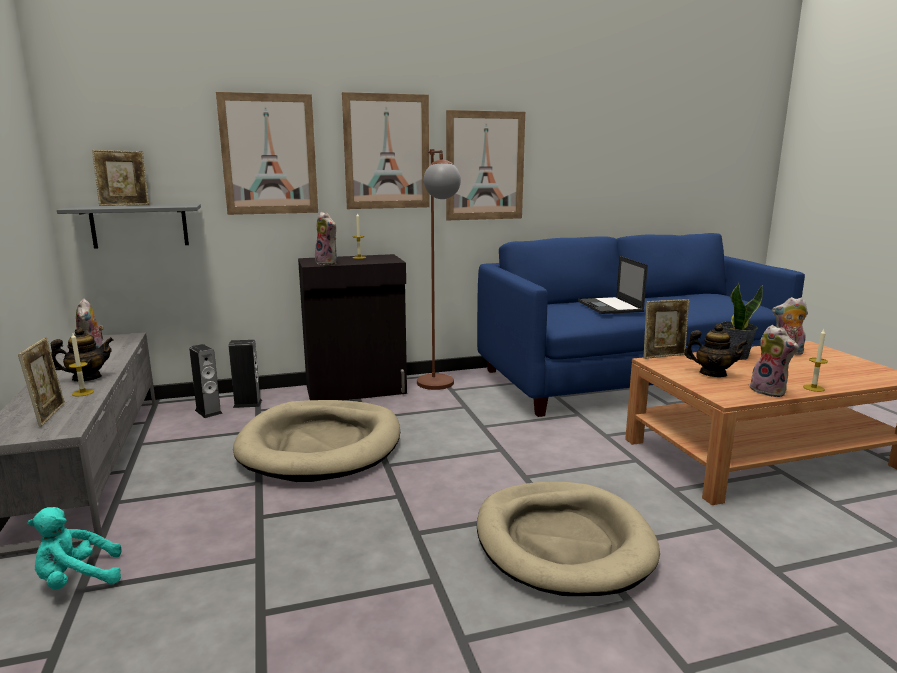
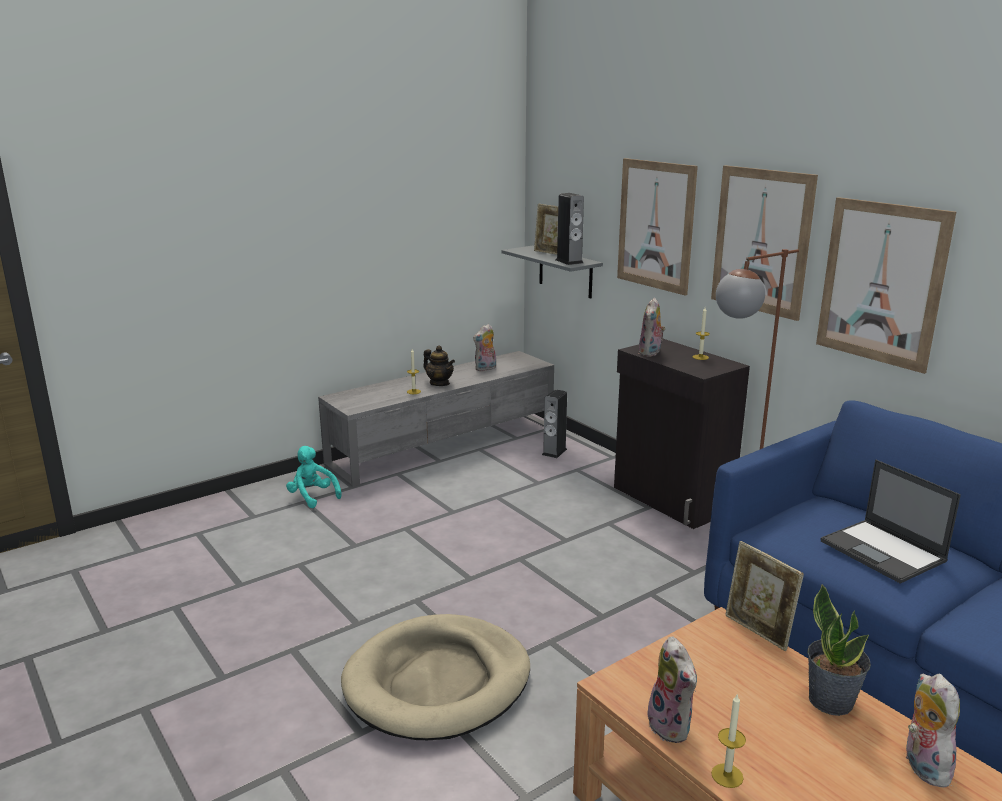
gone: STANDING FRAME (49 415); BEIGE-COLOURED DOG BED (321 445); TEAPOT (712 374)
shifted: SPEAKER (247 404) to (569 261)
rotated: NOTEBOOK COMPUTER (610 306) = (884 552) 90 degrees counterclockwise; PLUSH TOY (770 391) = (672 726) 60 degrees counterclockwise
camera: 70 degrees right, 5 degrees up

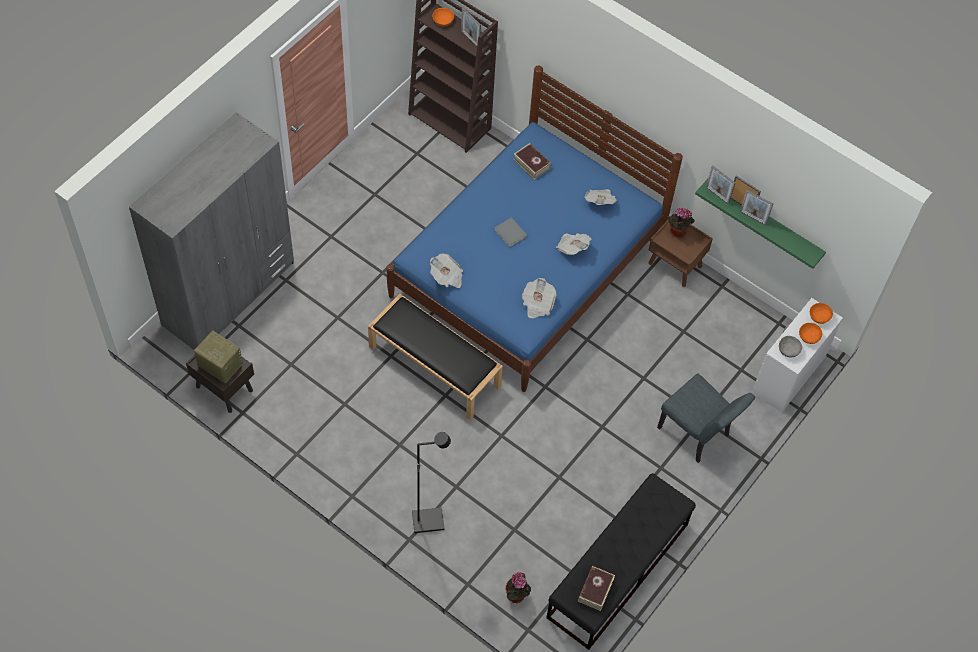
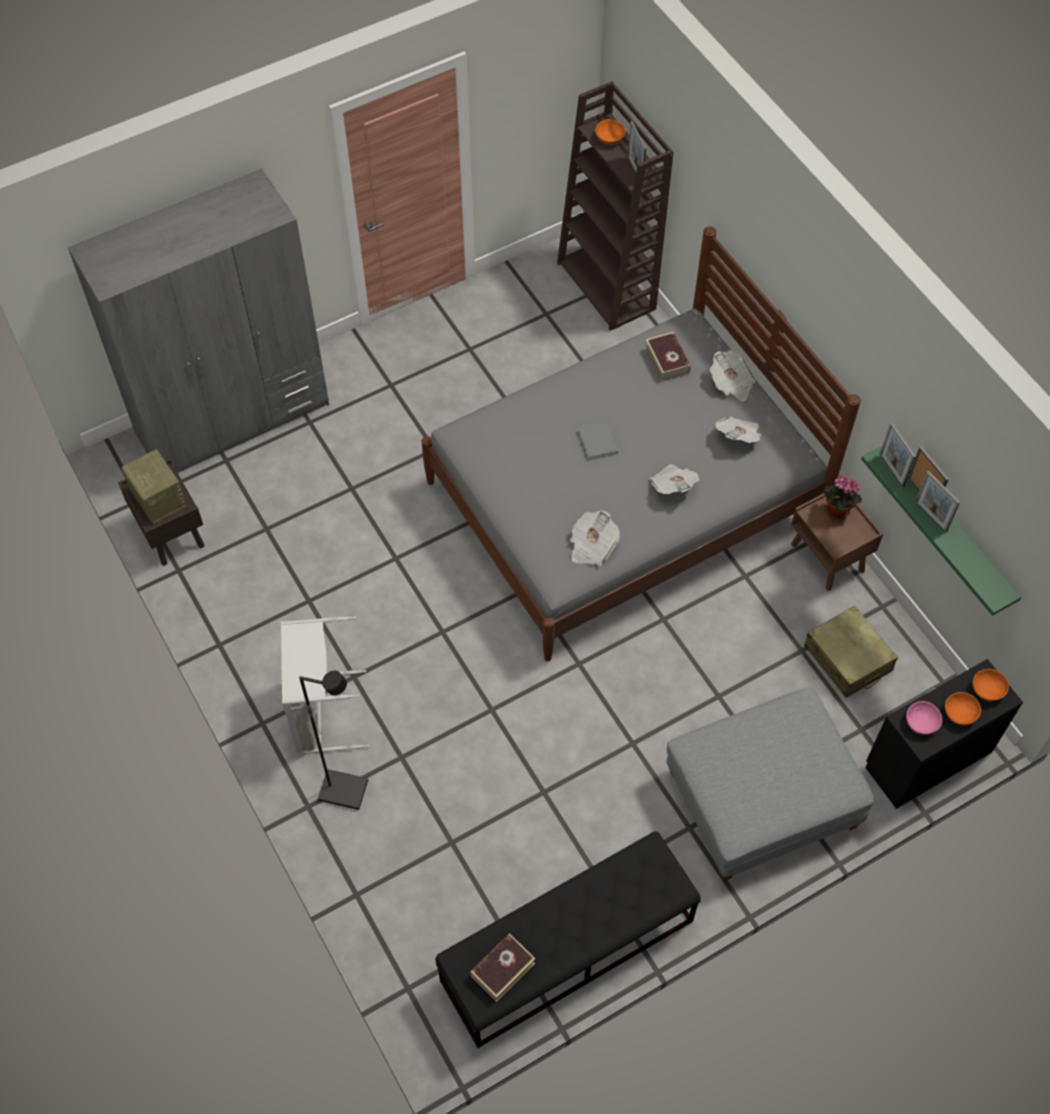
gone: BLACK BENCH (435 366); PLANT IN A POT (517 596)
new: GREY HAMPER (320 713); BEIGE-COLOURED TRAVEL CASE (848 658)
shifted: DAILY PAPER (447 277) to (731 383)
swapped: GREY PLAIN CHAIR (697 435) to GREY POUFFE (760 799)
repainted: BLUISH BEDROOM BED (526 268) to GREY BEDROOM BED (623 500); WHITE-COLOURED CHEST OF DRAWERS (787 374) to BLACK CHEST OF DRAWERS (927 758); GREY DEEP DISH (788 350) to PINK-COLOURED DEEP DISH (920 722)
camera: 25 degrees right, 0 degrees up

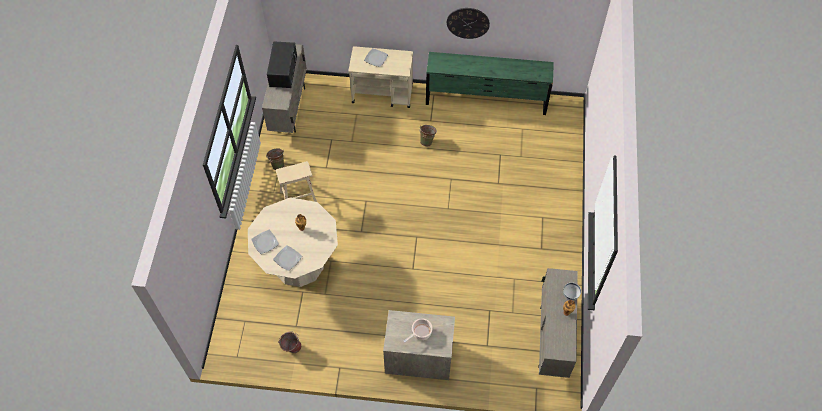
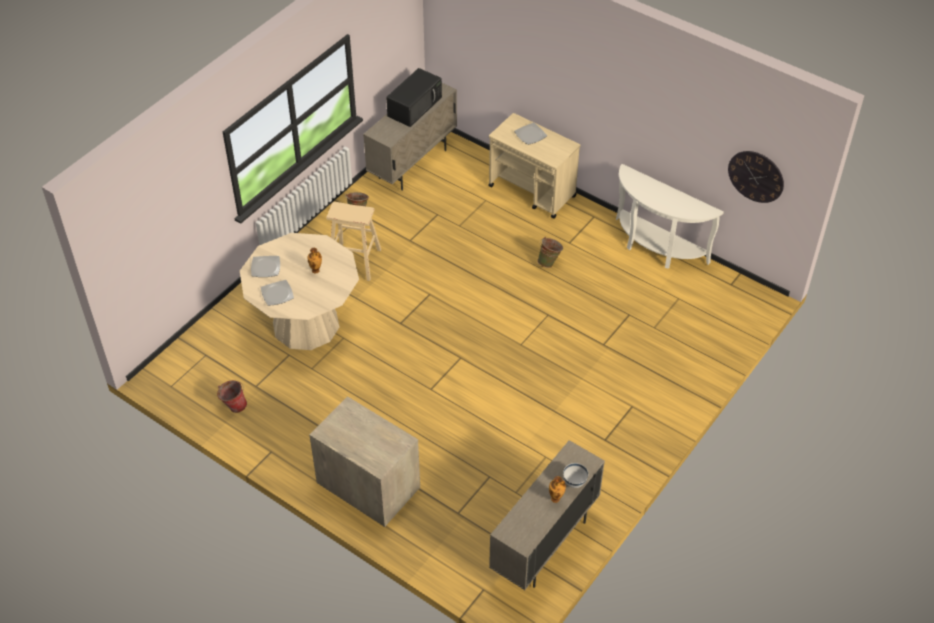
gone: COOKING POT (420 333)
shifted: HANGING CLOCK (468 23) to (756 176)
swapped: GREEN CHEST OF DRAWERS (486 100) to WHITE-COLOURED CONSOLE TABLE (655 248)
camera: 30 degrees right, 10 degrees down

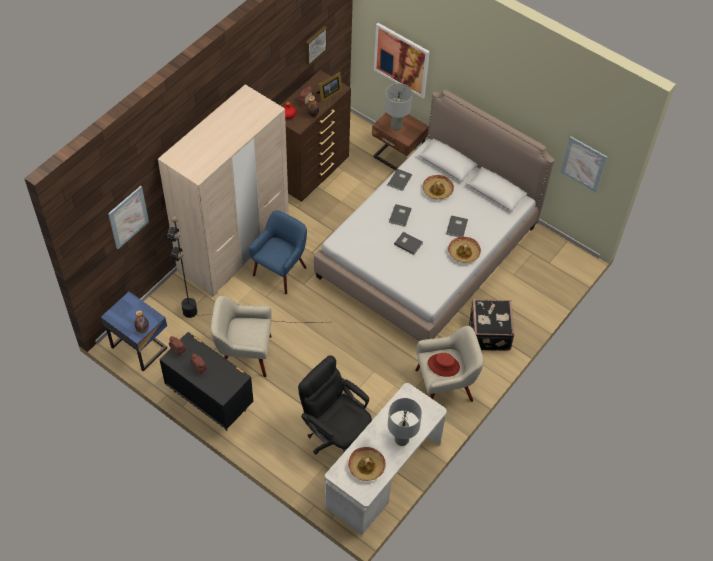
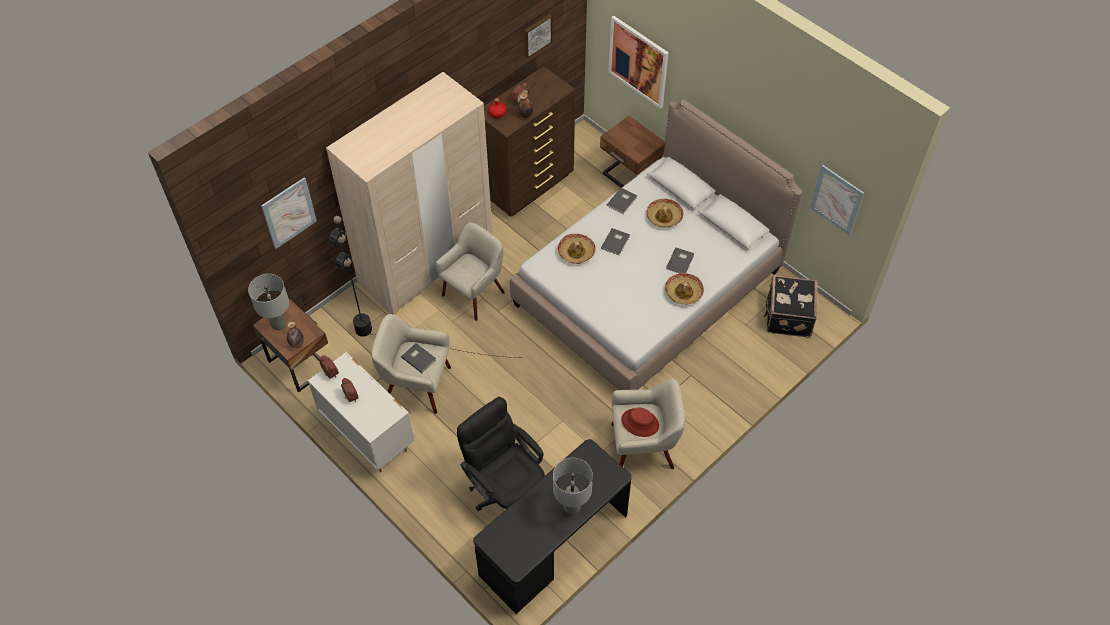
gone: STANDING FRAME (328 94)
shifted: CLOTHING HAT (366 466) to (576 252); GREY TABLE LAMP (396 126) to (278 324); GREY BOUND BOOK (408 243) to (419 358); BLACK TRAVEL CASE (488 333) to (787 316)
repainted: BLUISH BEDSIDE TABLE (140 346) to BROWN BEDSIDE TABLE (300 364); BLACK CHEST OF DRAWERS (210 400) to WHITE-COLOURED CHEST OF DRAWERS (367 434); BLUISH ARMCHAIR (280 271) to BEIGE-COLOURED ARMCHAIR (474 293); WHITE-COLOURED DESK UNIT (384 474) to BLACK DESK UNIT (554 544)
camera: 10 degrees right, 0 degrees up

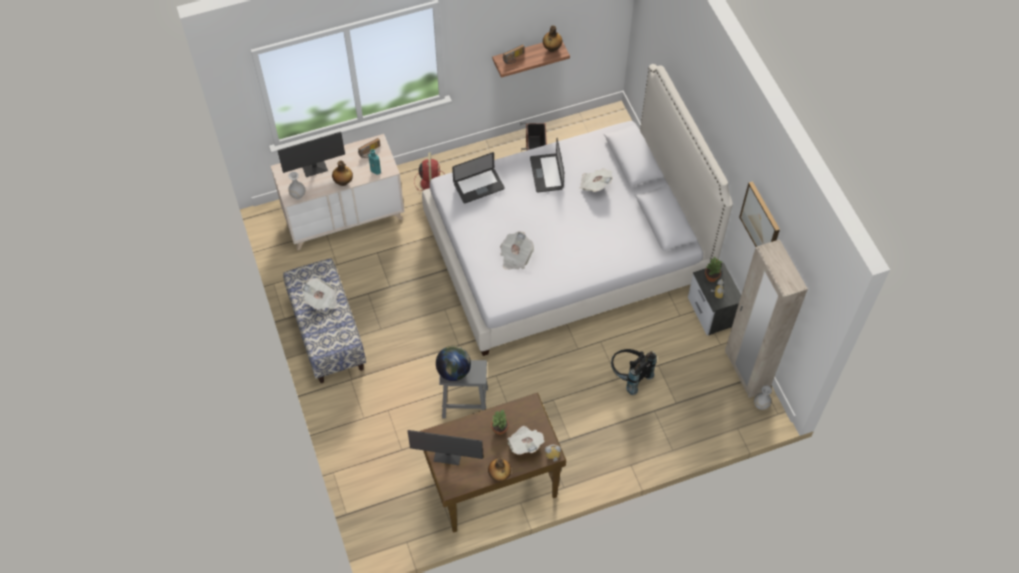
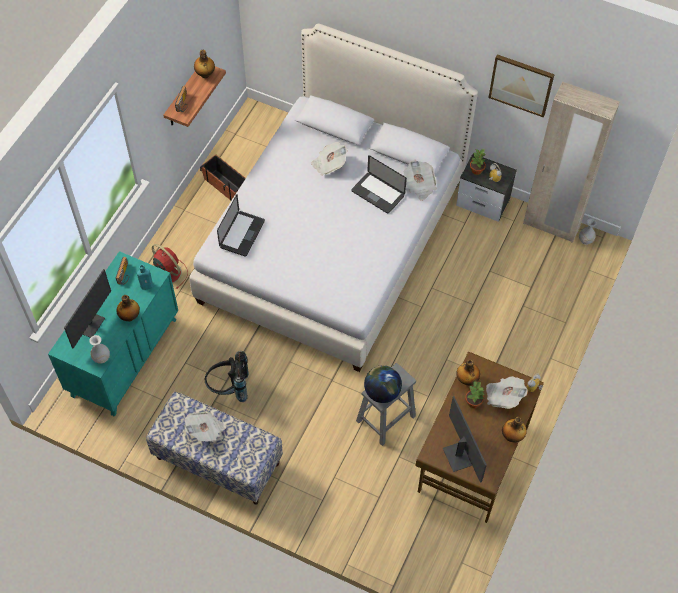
new: BOTTLE (467 379)
shifted: DAILY PAPER (515 257) to (419 186); NOTEBOOK COMPUTER (546 173) to (378 193); BLACK BACKPACK (629 377) to (229 388)
repainted: BEIGE-COLOURED CHEST OF DRAWERS (344 216) to BLUE-GREEN CHEST OF DRAWERS (124 356)
rotated: COMPUTER SCREEN (448 454) = (458 456) 75 degrees counterclockwise
camera: 45 degrees left, 0 degrees up

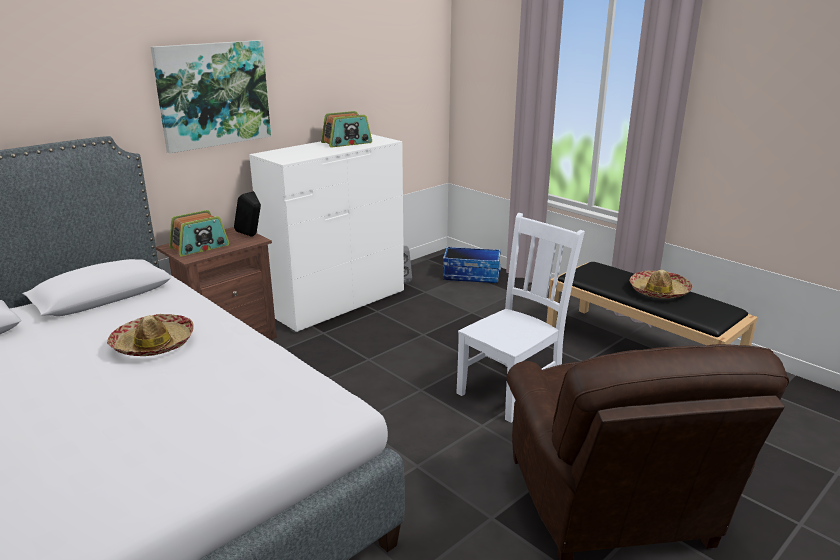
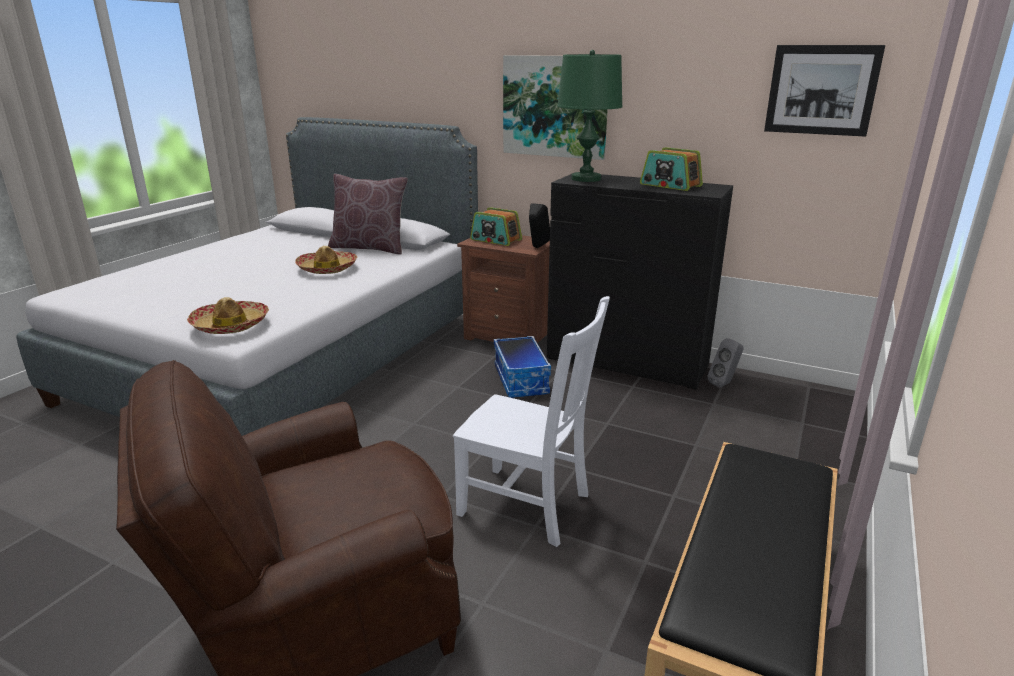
new: BROWN THROW PILLOW (369 248); GREEN TABLE LAMP (586 179); WALL ART (821 90)
shifted: STORAGE CONTAINER (472 275) to (522 380); CLOTHING HAT (659 291) to (230 325)
repainted: WHITE-COLOURED CHEST OF DRAWERS (337 303) to BLACK CHEST OF DRAWERS (626 362)
camera: 70 degrees right, 0 degrees up

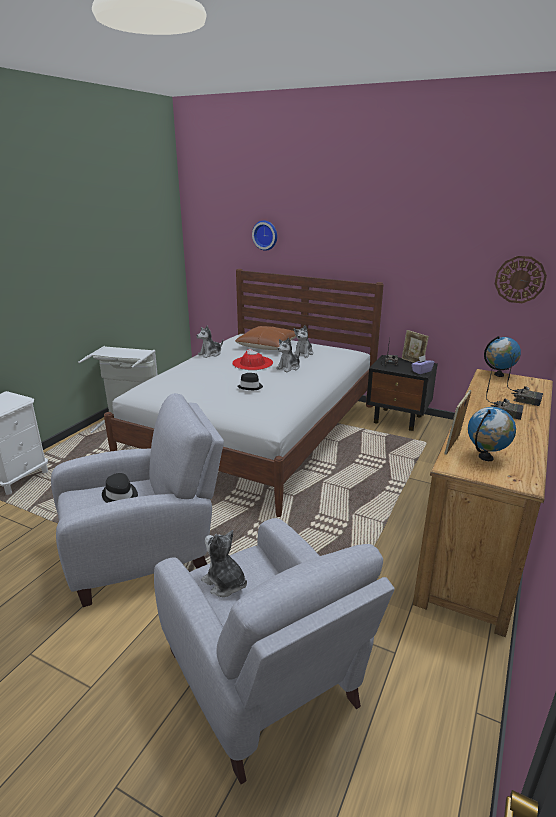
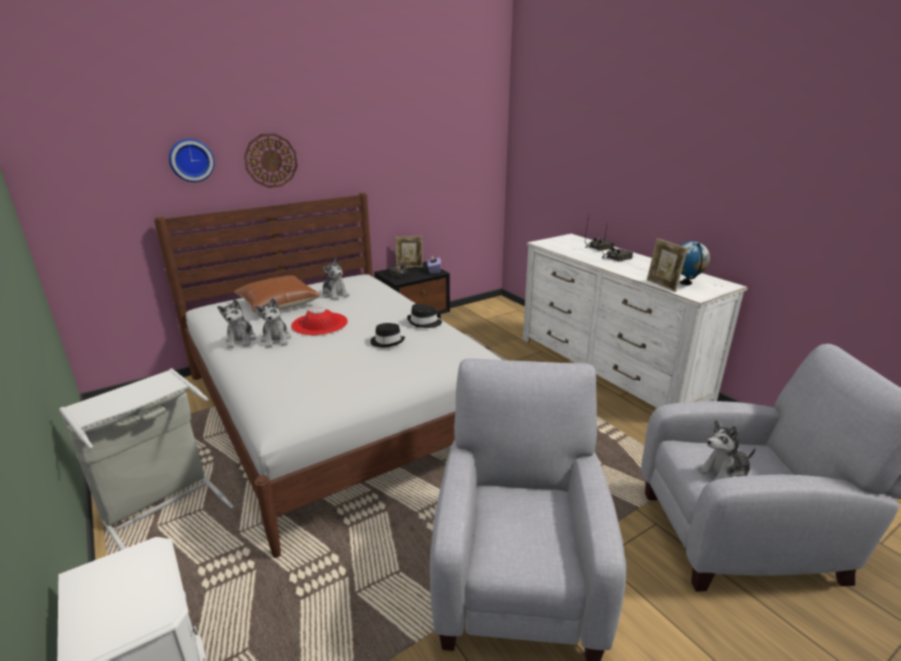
gone: GLOBE (499 375)
shifted: BLACK CLOTHING HAT (120 496) to (424 322); PLUSH TOY (289 367) to (276 339); HANGING CLOCK (520 279) to (271 160)
repainted: BROWN CHEST OF DRAWERS (477 537) to WHITE-COLOURED CHEST OF DRAWERS (609 368)
camera: 60 degrees left, 0 degrees up

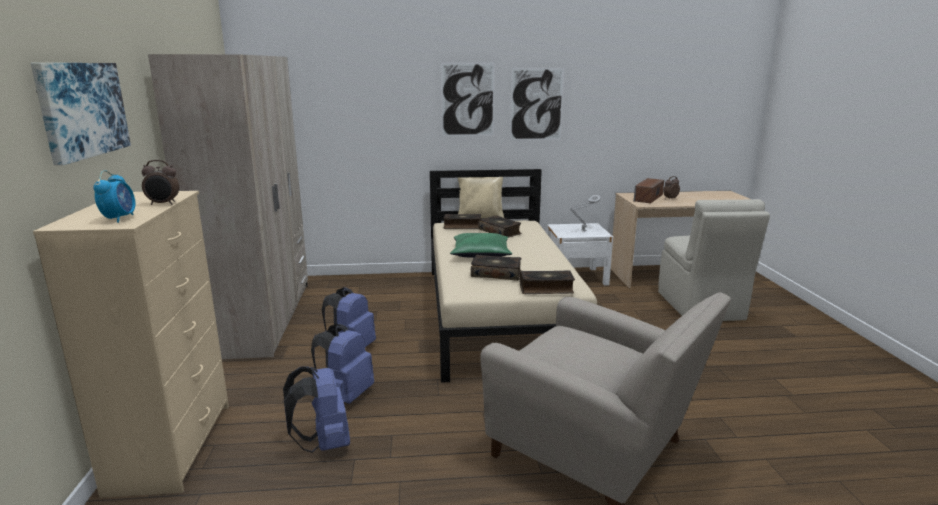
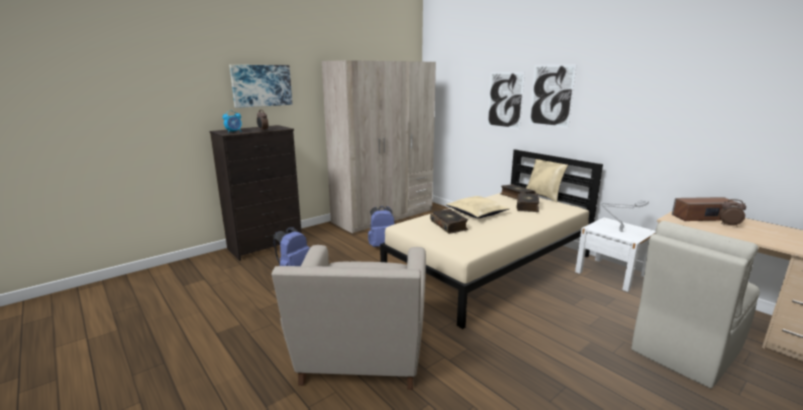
gone: BLUISH BACKPACK (346 395); BOUND BOOK (546 289)
shifted: WALL ART (536 104) to (505 100)
repainted: BEIGE-COLOURED CHEST OF DRAWERS (173 446) to BLACK CHEST OF DRAWERS (266 246); GREEN THROW PILLOW (481 254) to BEIGE-COLOURED THROW PILLOW (477 213)
camera: 55 degrees right, 0 degrees up

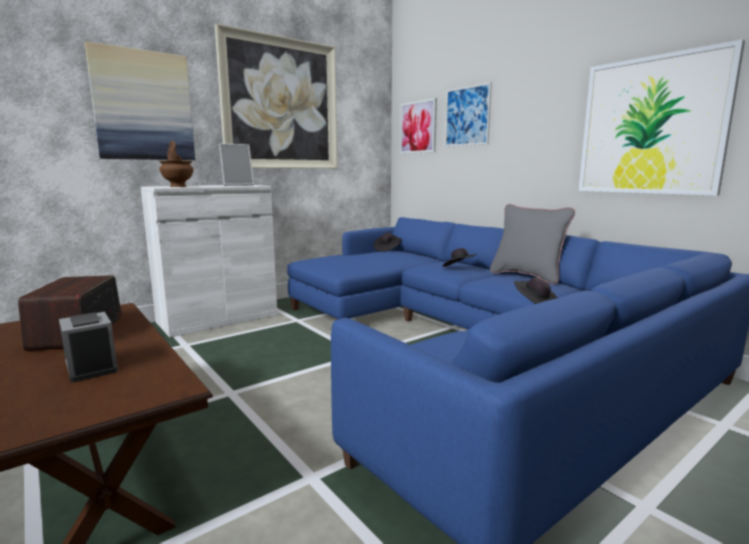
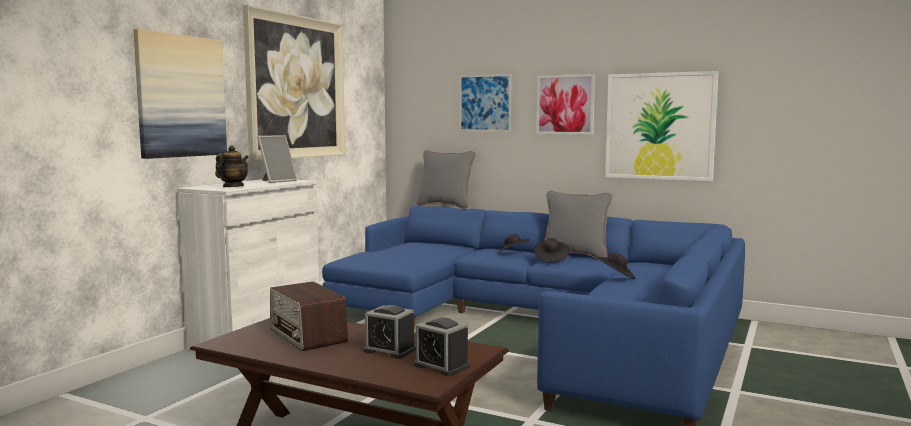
new: BEDSIDE CLOCK (441 366); GREY THROW PILLOW (445 206)
shifted: BLACK CLOTHING HAT (387 249) to (551 259); WALL ART (418 127) to (565 104)
swapped: BROWN VASE (177 186) to TEAPOT (232 187)
camera: 25 degrees left, 5 degrees down

